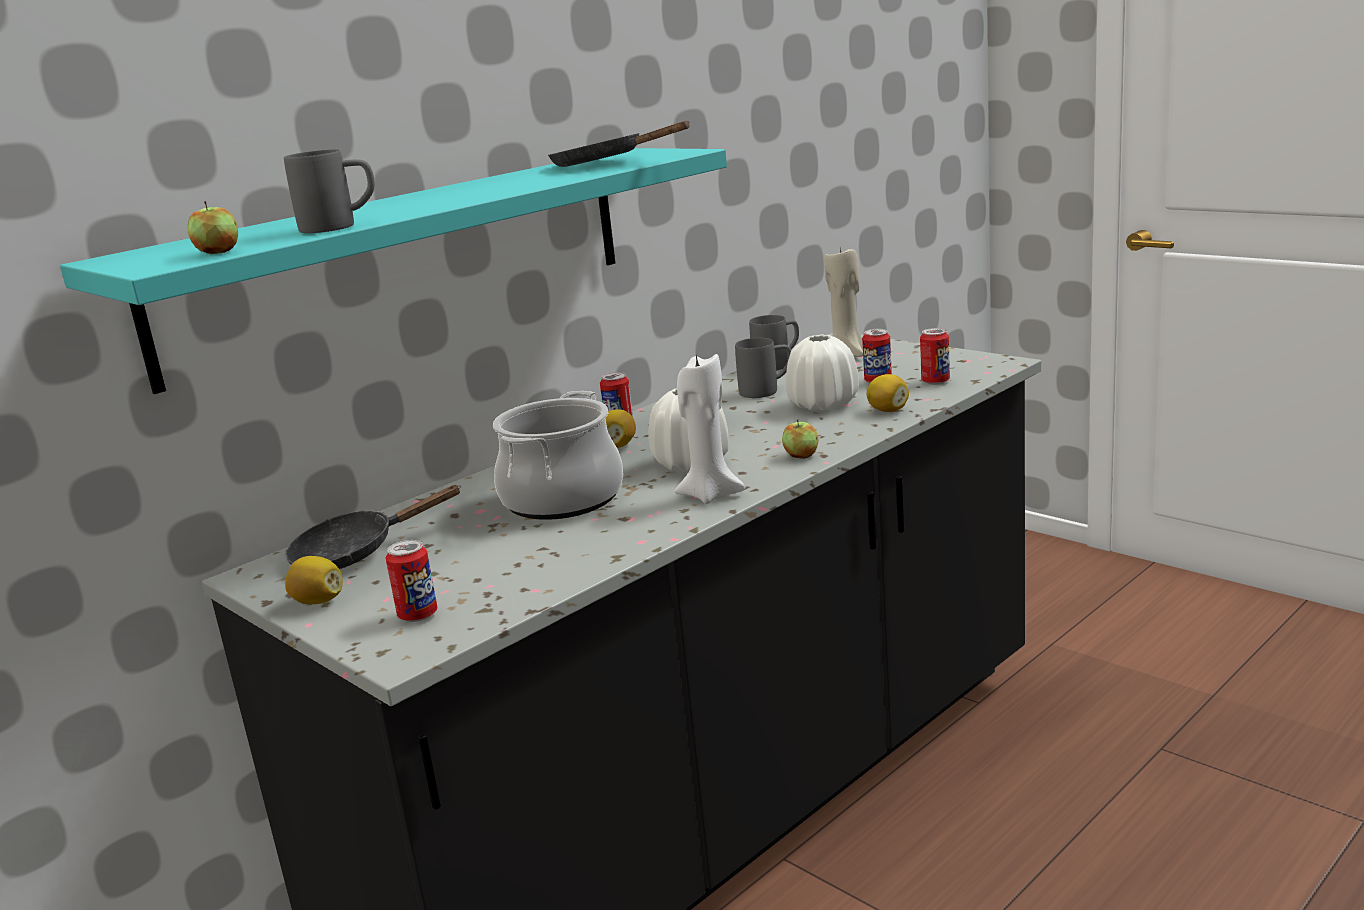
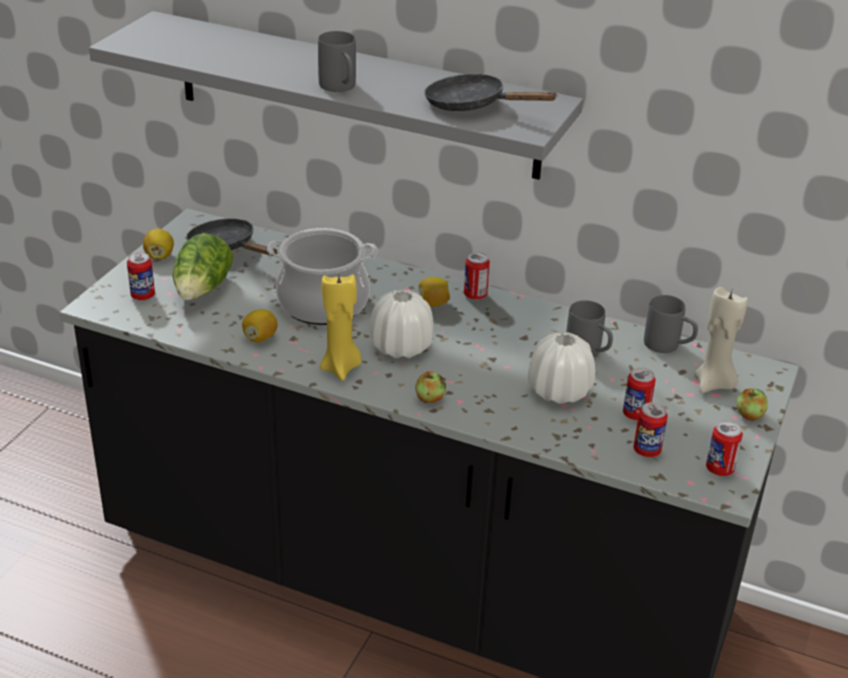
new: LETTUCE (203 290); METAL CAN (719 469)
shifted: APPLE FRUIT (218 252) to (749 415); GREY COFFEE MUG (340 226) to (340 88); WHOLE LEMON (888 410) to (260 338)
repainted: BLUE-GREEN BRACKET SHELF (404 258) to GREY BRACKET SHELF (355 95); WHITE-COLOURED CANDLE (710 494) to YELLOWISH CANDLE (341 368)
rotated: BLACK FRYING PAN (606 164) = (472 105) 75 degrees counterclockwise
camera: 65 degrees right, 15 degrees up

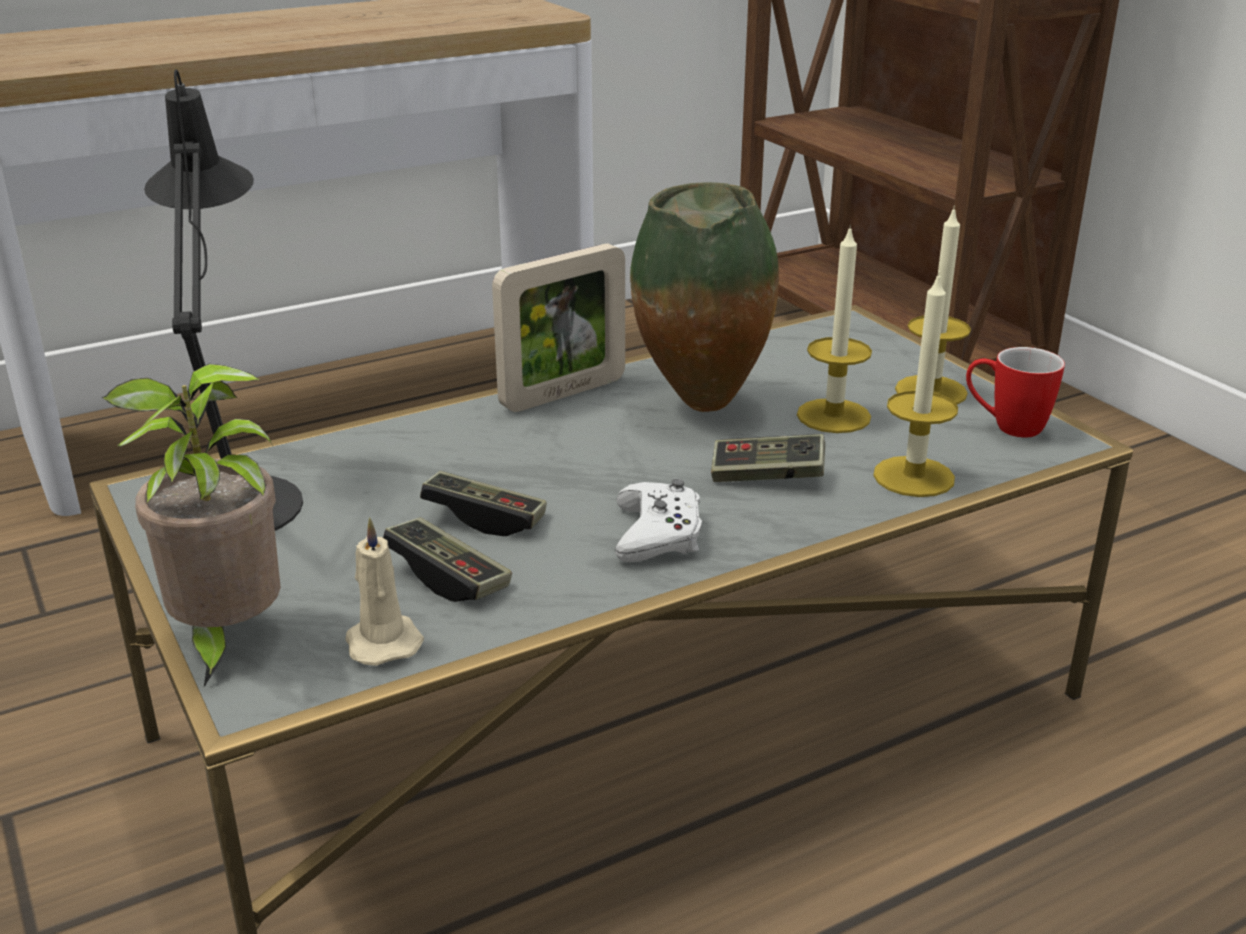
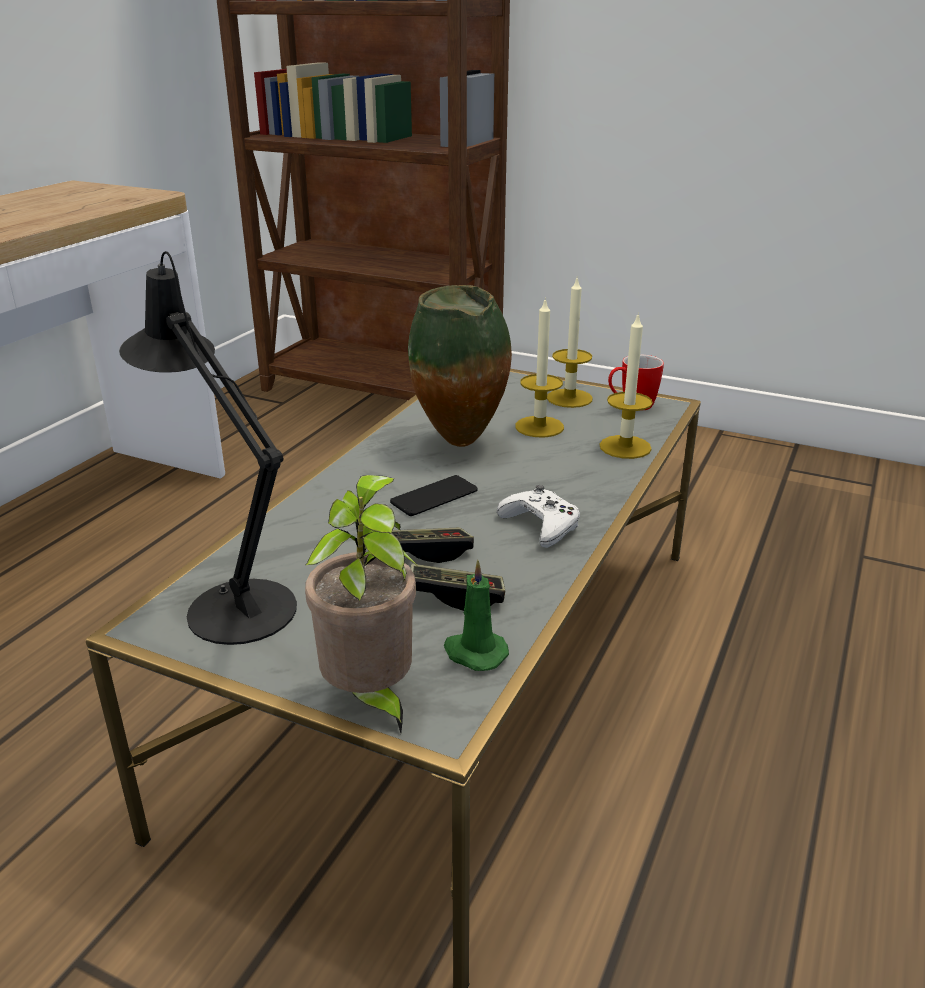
gone: STANDING FRAME (563 393); GAME CONTROLLER (767 476)
new: HANDSET (434 496)
repainted: BEIGE-COLOURED CANDLE (382 641) to GREEN CANDLE (474 653)
camera: 35 degrees left, 0 degrees up

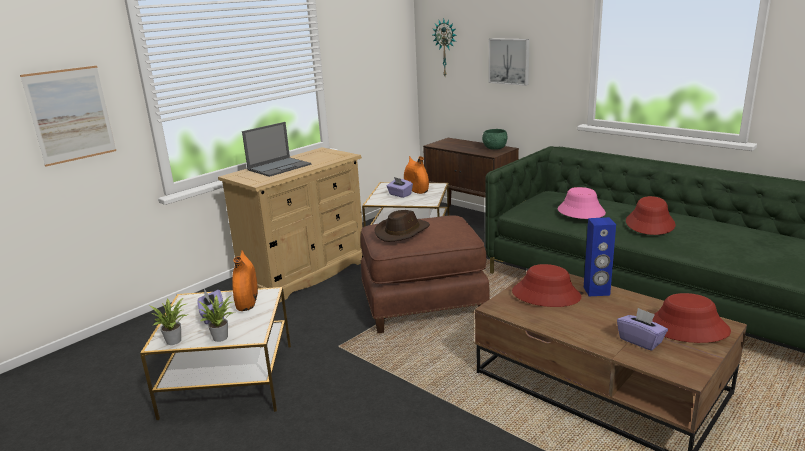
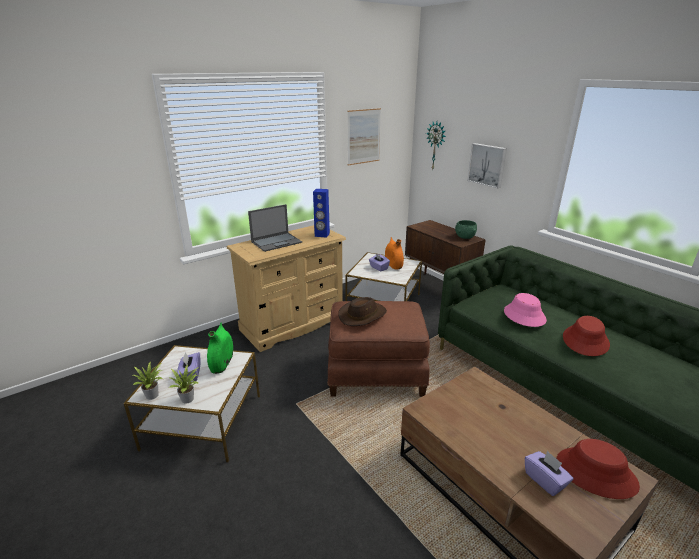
gone: RED-COLOURED CLOTHING HAT (546 294)
shifted: WALL ART (71 115) to (363 136); BLUISH SPEAKER (596 291) to (322 235)
repainted: ORANGEY VASE (247 301) to GREEN VASE (222 363)
camera: 10 degrees right, 5 degrees up

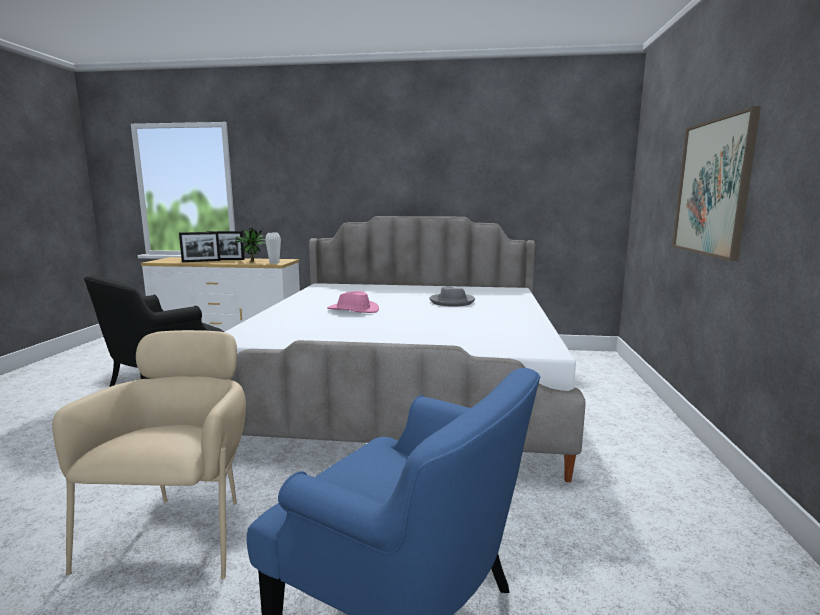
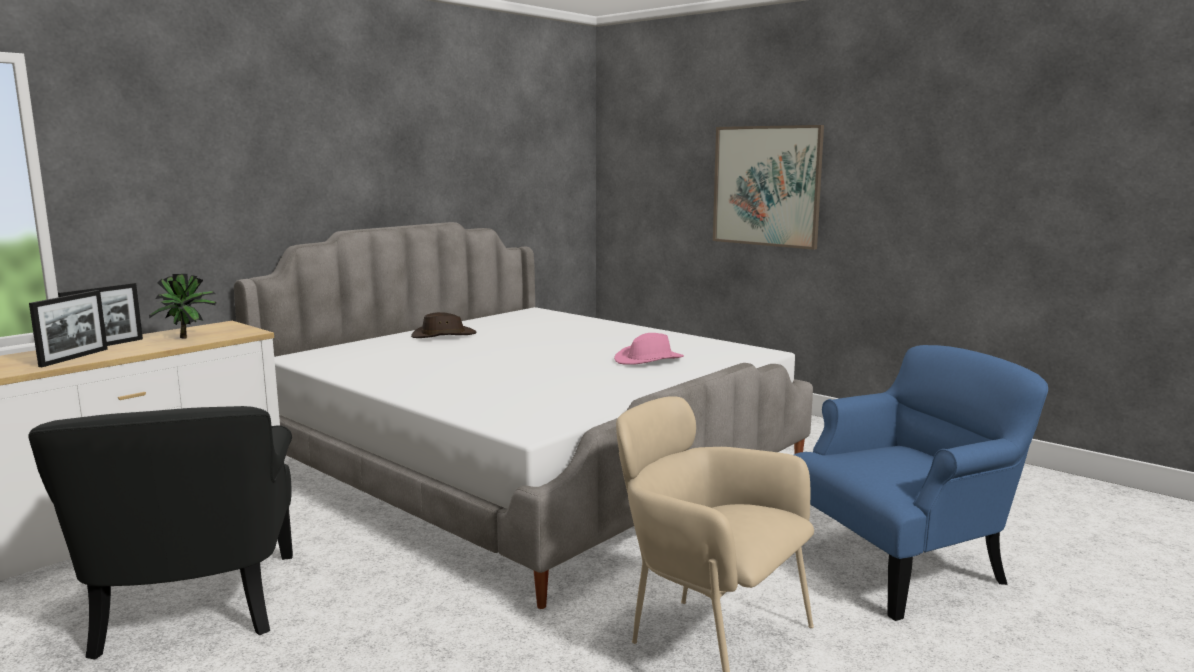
gone: WHITE-COLOURED VASE (274 263); GREY CLOTHING HAT (452 302)
new: BROWN CLOTHING HAT (443 335)
shifted: PINK-COLOURED CLOTHING HAT (353 310) to (649 360)
camera: 55 degrees left, 0 degrees up

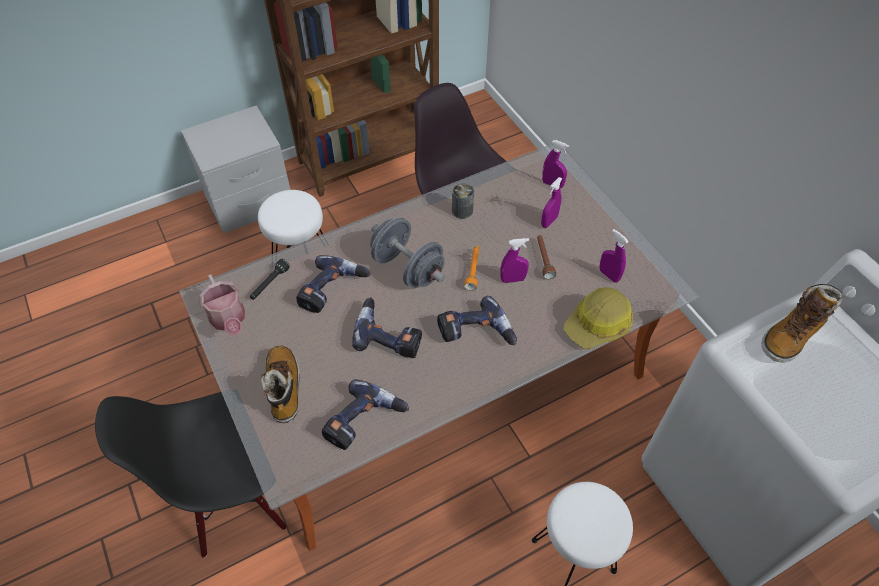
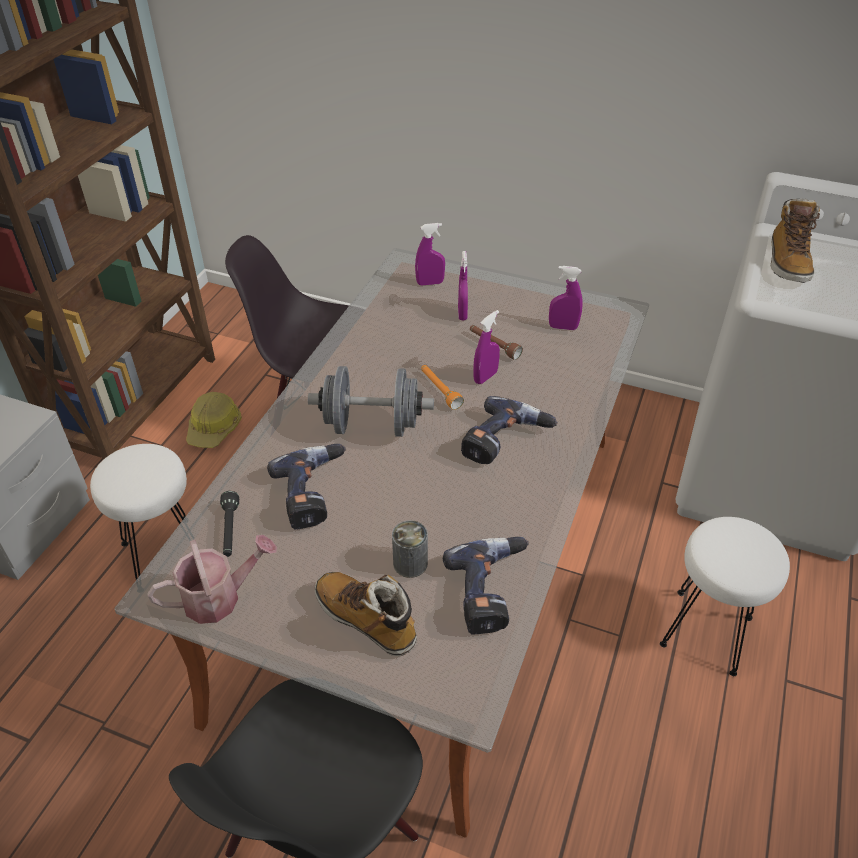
gone: ELECTRIC DRILL (389 334)
shifted: METAL CAN (462 210) to (410 563); SAFETY HELMET (598 324) to (214 428)
rotated: SPRINKLING CAN (229 320) = (219 597) 45 degrees counterclockwise
camera: 40 degrees left, 10 degrees down

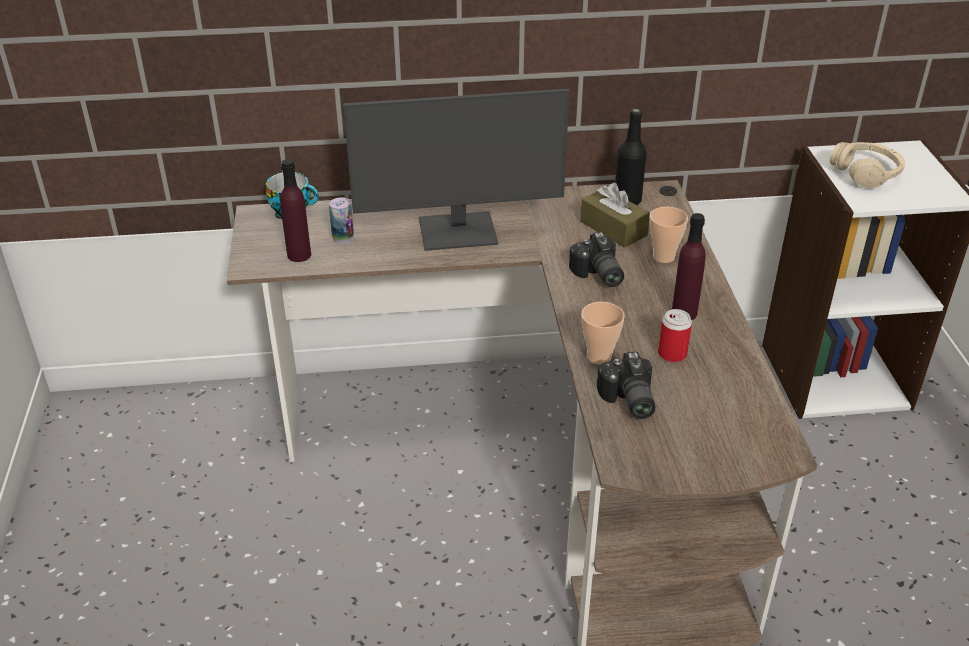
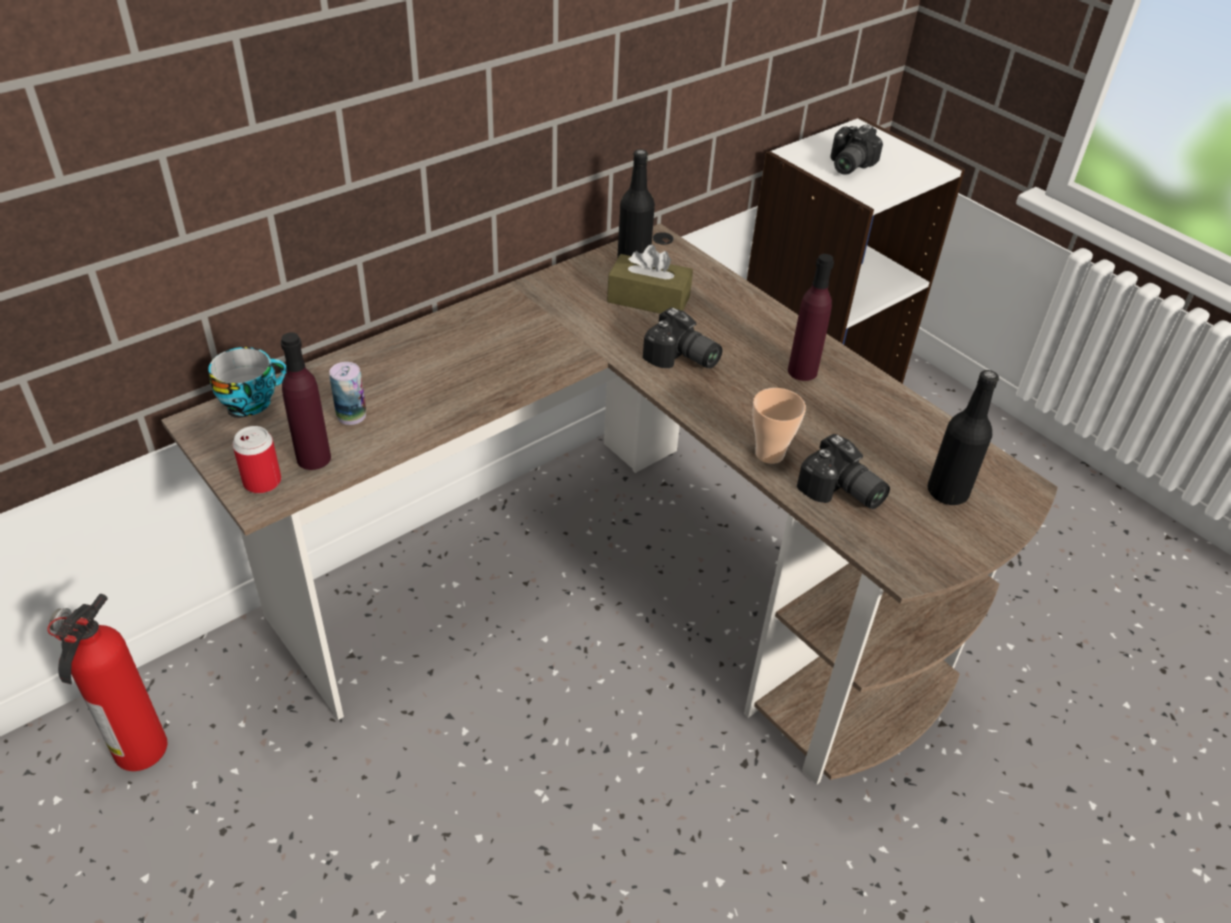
gone: COMPUTER SCREEN (458 232); DRINKING CUP (663 257)
new: EXTINGUISHER (138 752); BLACK BOTTLE (947 492)
shifted: METAL CAN (672 354) to (262 482)
swapped: BEIGE-COLOURED HEADPHONES (866 173) to PHOTO CAMERA (847 165)
camera: 35 degrees left, 5 degrees up

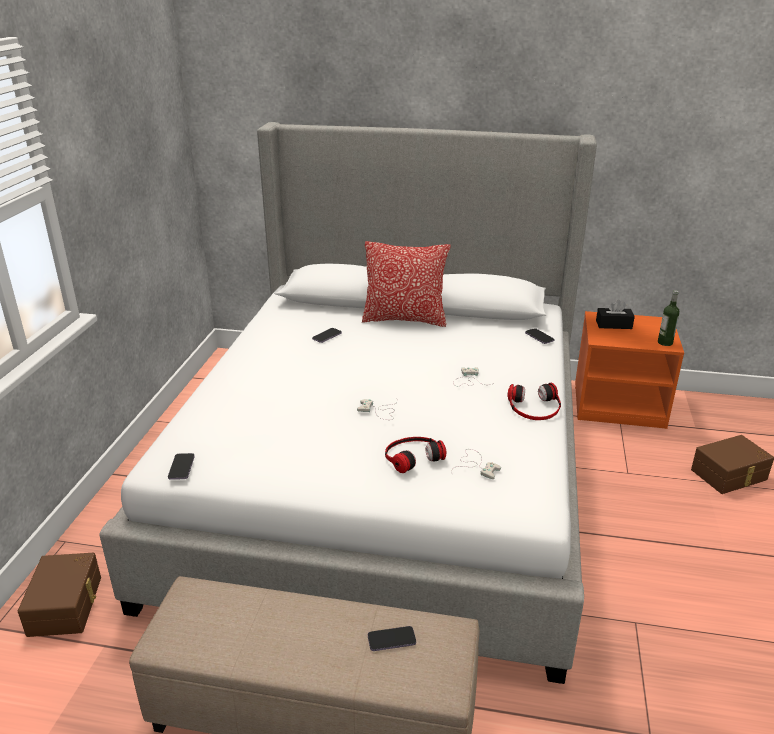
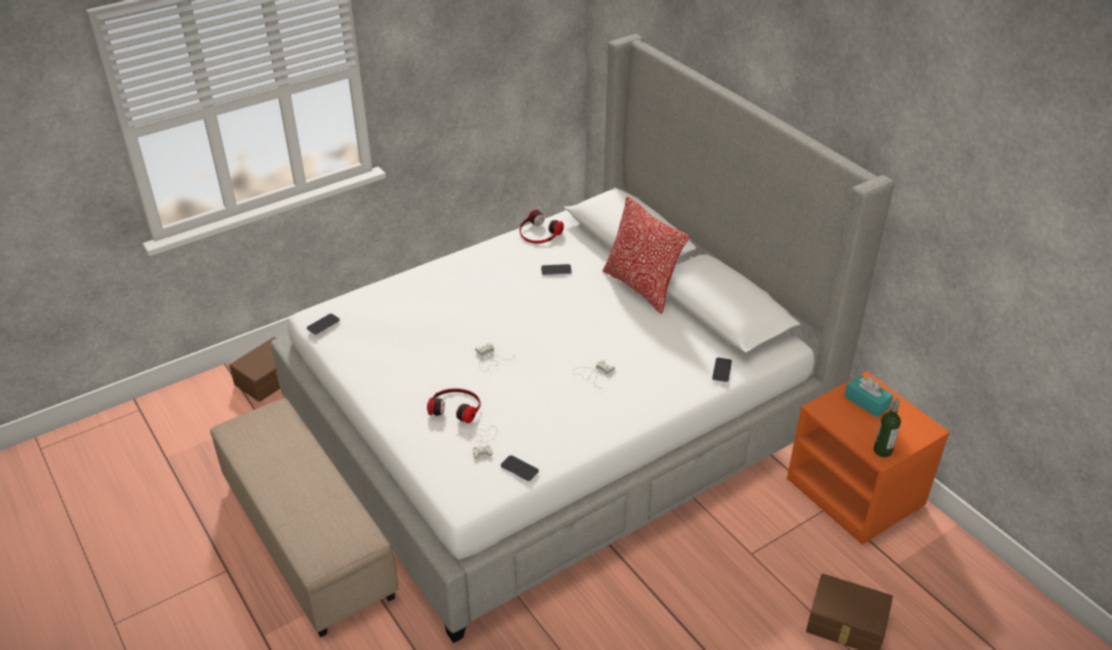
shifted: HANDSET (391 640) to (519 469); HEADPHONES (534 407) to (539 233)
repainted: BLACK TISSUE BOX (613 325) to BLUE-GREEN TISSUE BOX (866 402)
camera: 45 degrees right, 10 degrees up

